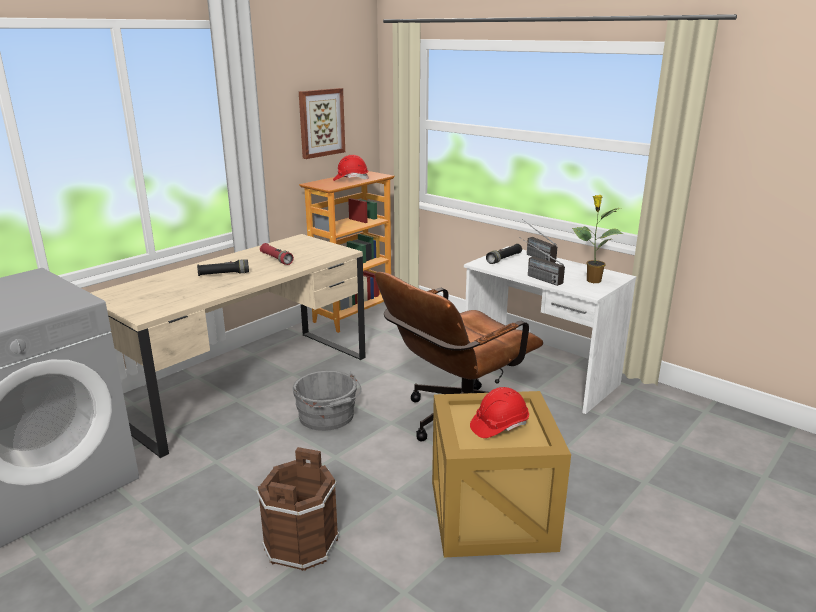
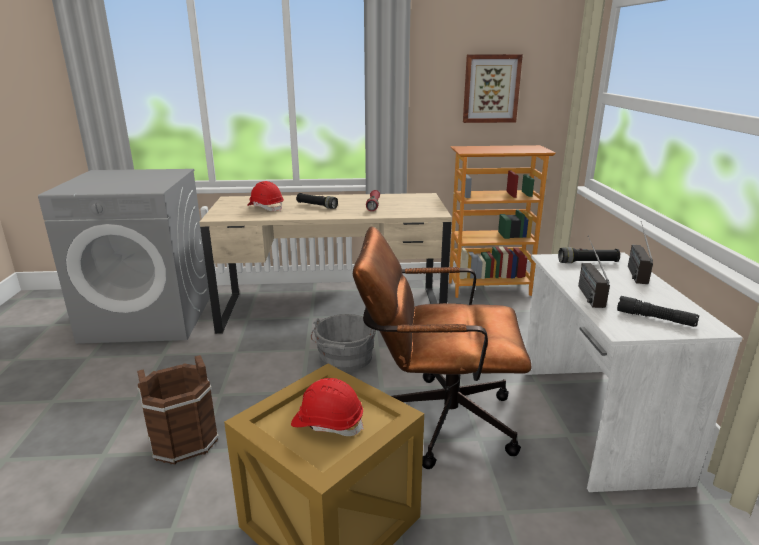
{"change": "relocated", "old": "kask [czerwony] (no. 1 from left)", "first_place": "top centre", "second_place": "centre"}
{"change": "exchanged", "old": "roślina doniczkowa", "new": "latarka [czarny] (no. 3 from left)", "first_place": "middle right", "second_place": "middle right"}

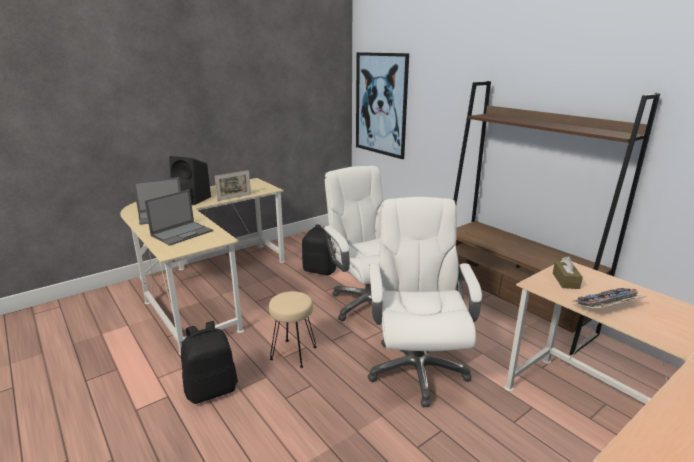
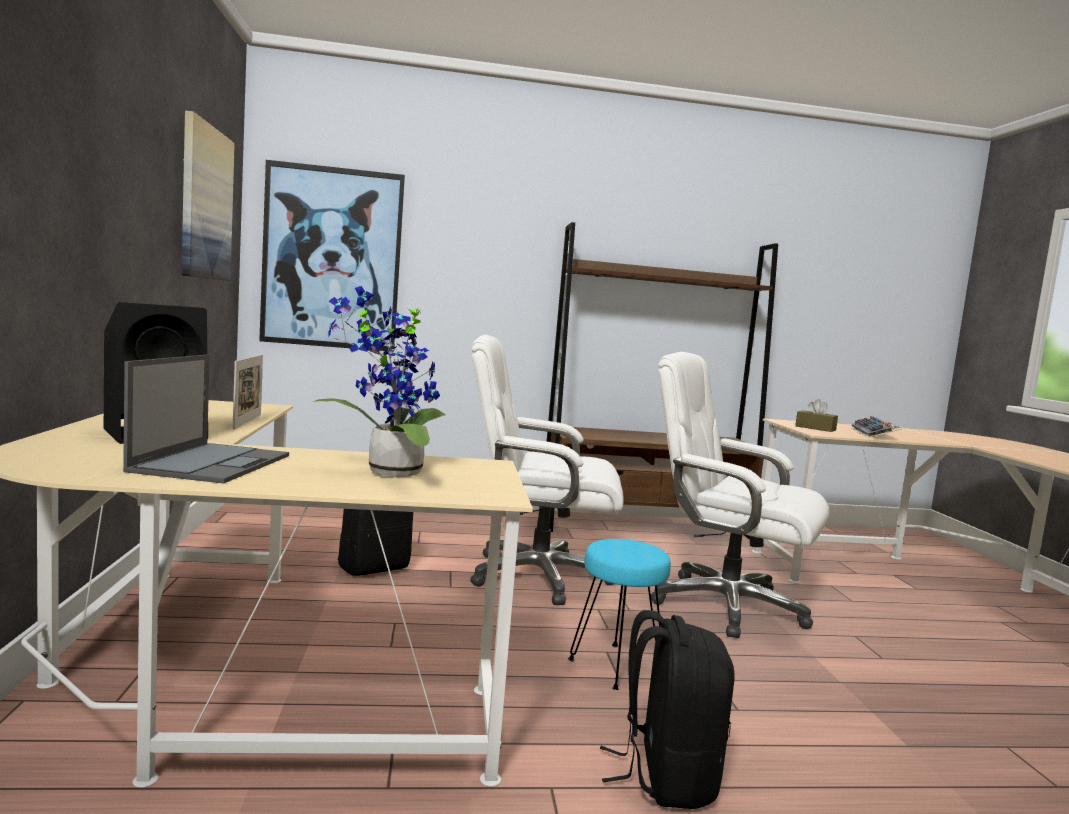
{"change": "appeared", "new": "obraz (no. 1 from left)", "second_place": "top left"}
{"change": "exchanged", "old": "laptop (no. 2 from left)", "new": "roślina doniczkowa", "first_place": "middle left", "second_place": "centre"}
{"change": "colour", "old": "stołek [beżowy]", "new": "stołek [turkusowy]", "first_place": "bottom centre", "second_place": "bottom centre"}

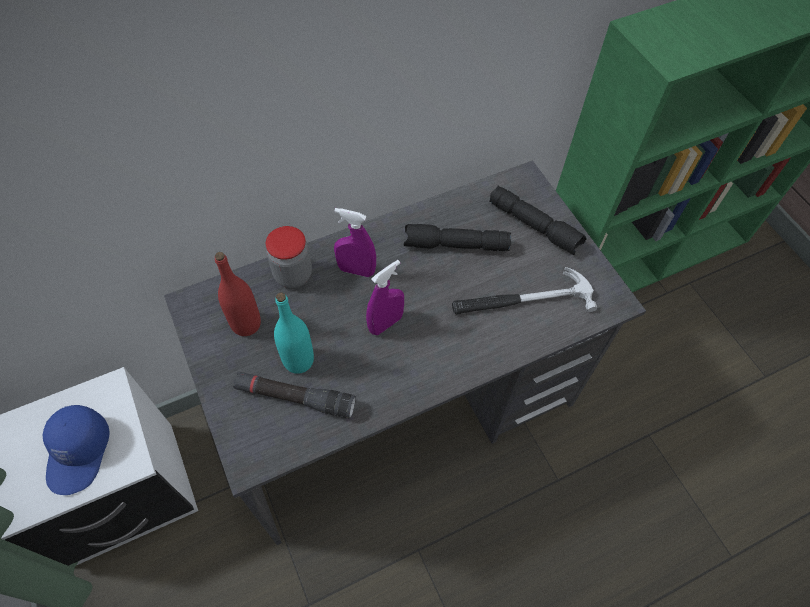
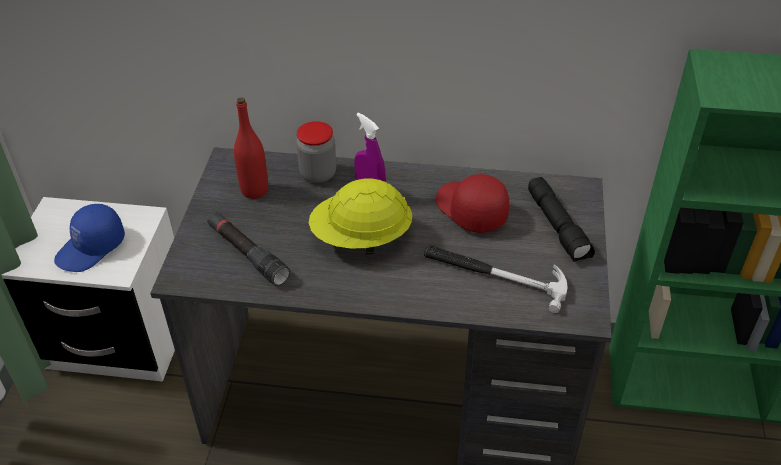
{"change": "missing", "old": "butelka [turkusowy]", "first_place": "centre"}
{"change": "exchanged", "old": "spryskiwacz [fioletowy] (no. 2 from left)", "new": "kask [żółty]", "first_place": "centre", "second_place": "centre"}
{"change": "exchanged", "old": "latarka [czarny] (no. 2 from left)", "new": "czapka z daszkiem [czerwony]", "first_place": "centre", "second_place": "centre"}

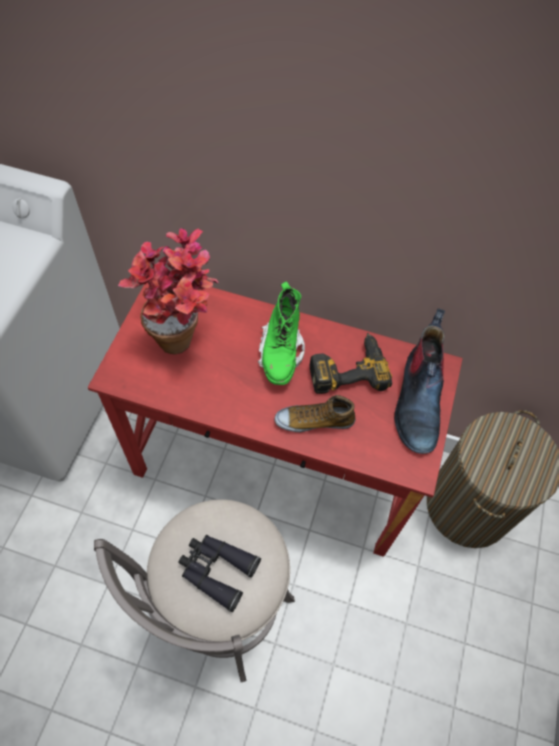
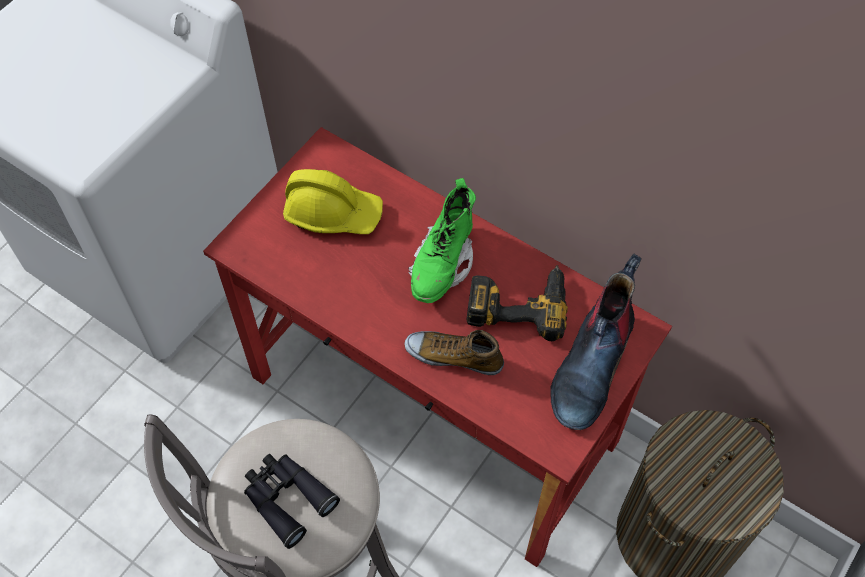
{"change": "exchanged", "old": "roślina doniczkowa", "new": "kask [żółty]", "first_place": "middle left", "second_place": "centre"}

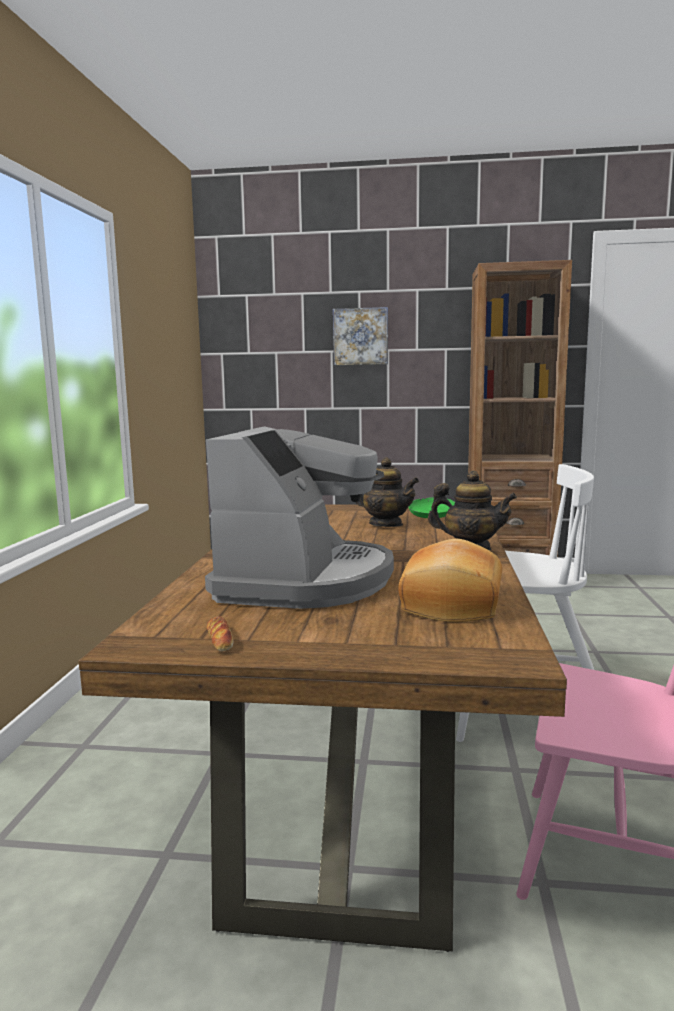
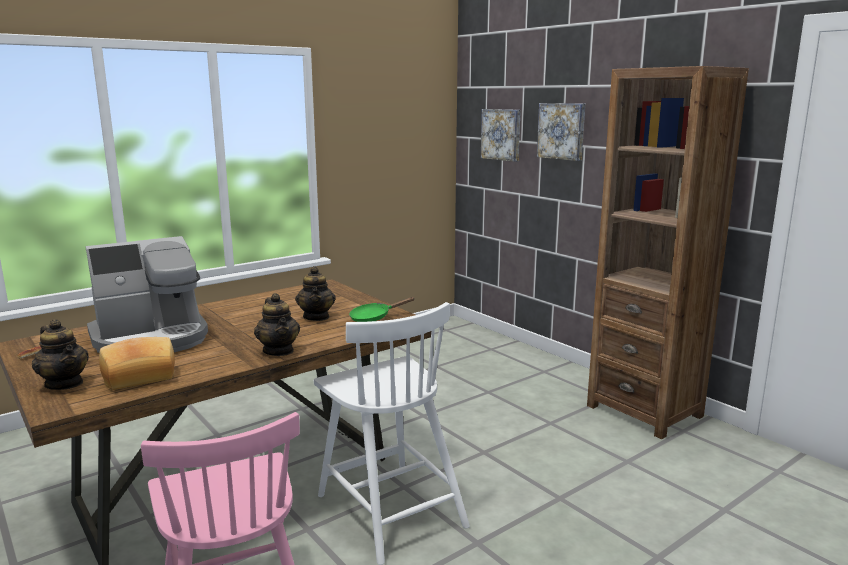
{"change": "appeared", "new": "imbryk (no. 1 from left)", "second_place": "middle left"}
{"change": "appeared", "new": "obraz (no. 1 from left)", "second_place": "top centre"}

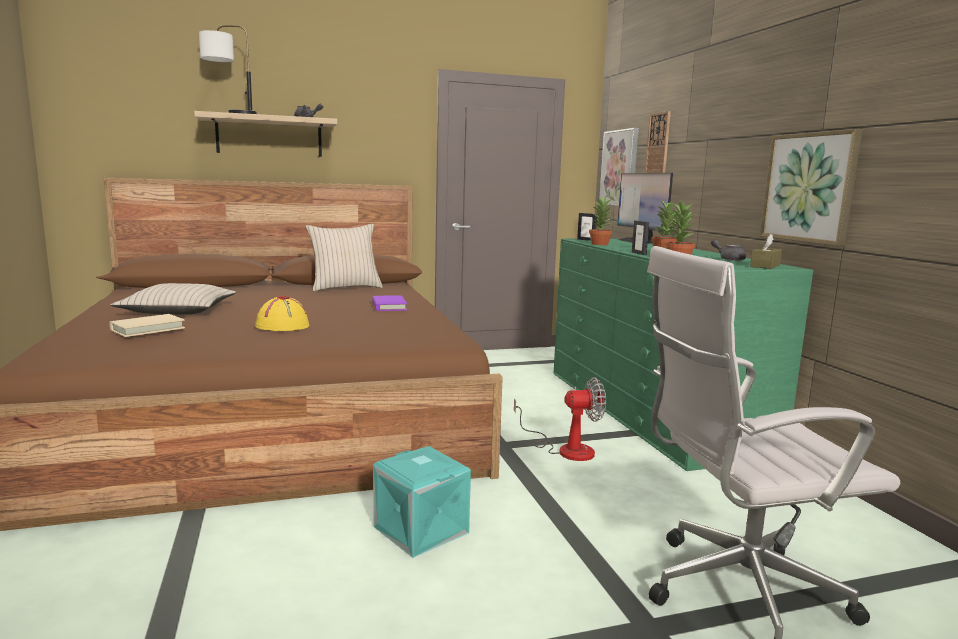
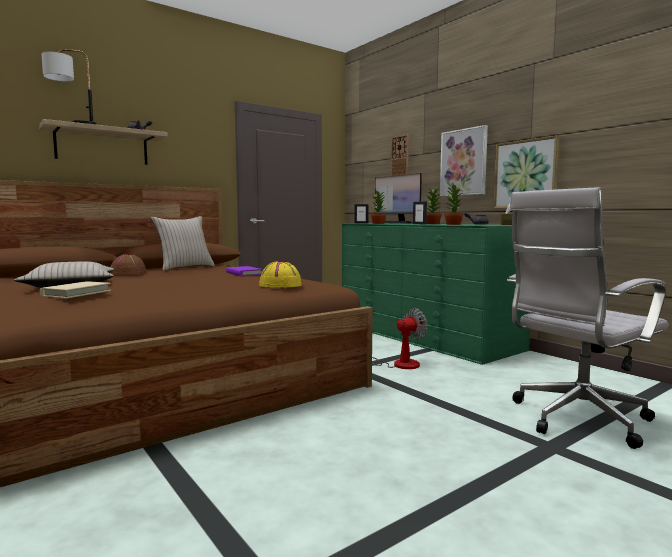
{"change": "missing", "old": "pojemnik do przechowywania [turkusowy]", "first_place": "bottom centre"}
{"change": "appeared", "new": "kapelusz [brązowy]", "second_place": "middle left"}
{"change": "relocated", "old": "kapelusz [żółty]", "first_place": "middle left", "second_place": "centre"}
{"change": "relocated", "old": "obraz (no. 1 from left)", "first_place": "top centre", "second_place": "top right"}

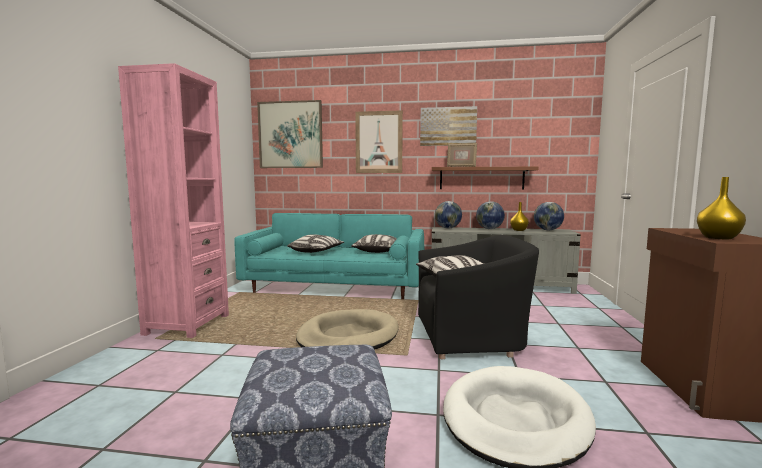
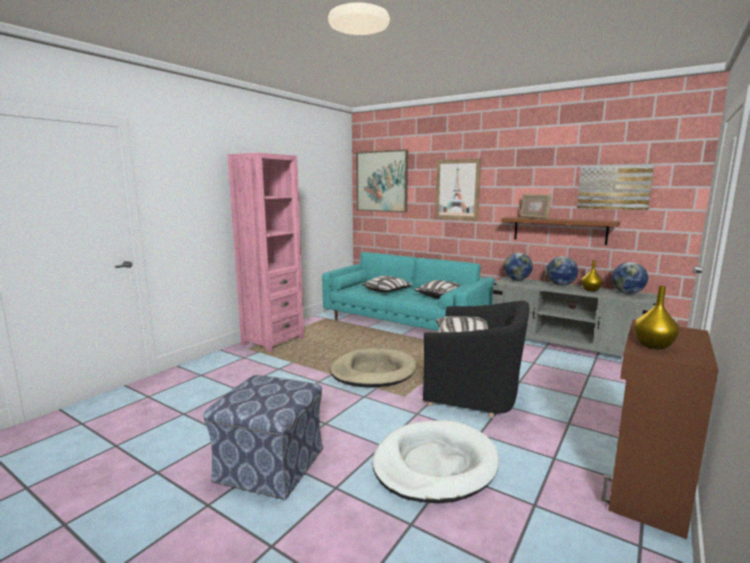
{"change": "relocated", "old": "obraz (no. 3 from left)", "first_place": "top centre", "second_place": "top right"}

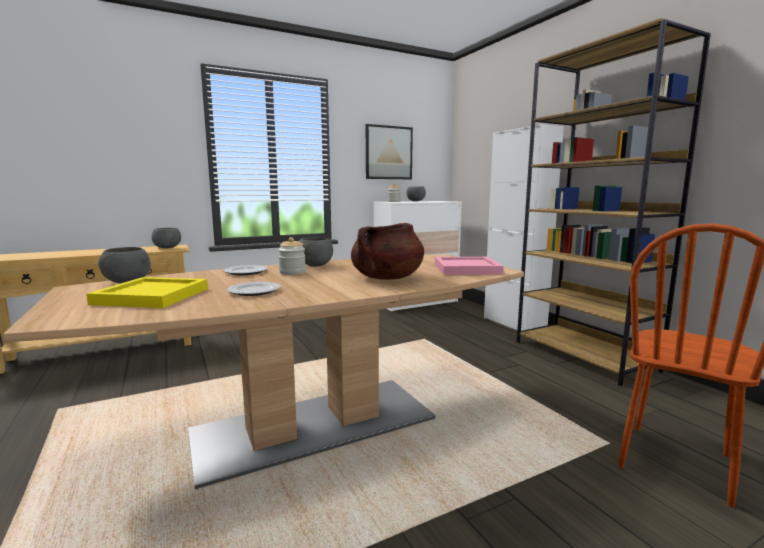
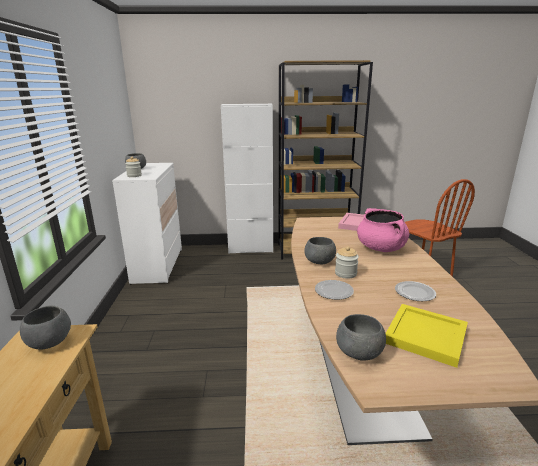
{"change": "missing", "old": "obraz", "first_place": "top centre"}
{"change": "colour", "old": "garnek [brązowy]", "new": "garnek [różowy]", "first_place": "centre", "second_place": "middle right"}

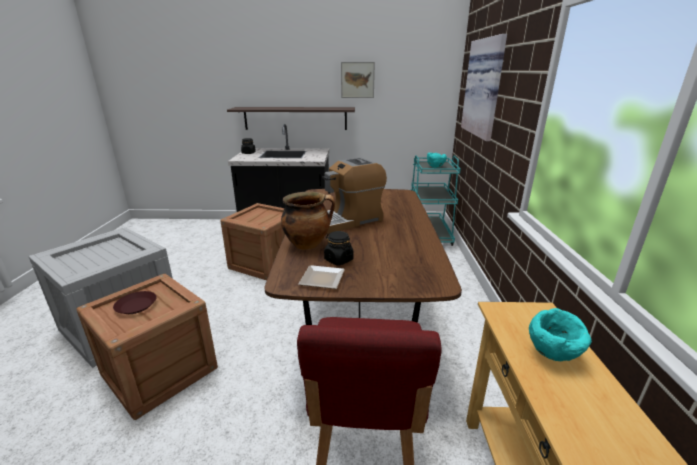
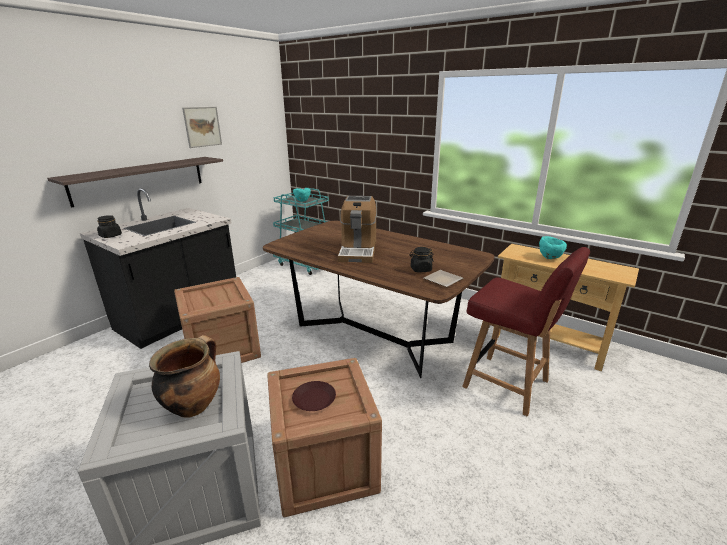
{"change": "missing", "old": "obraz (no. 2 from left)", "first_place": "top right"}
{"change": "relocated", "old": "garnek", "first_place": "centre", "second_place": "bottom left"}

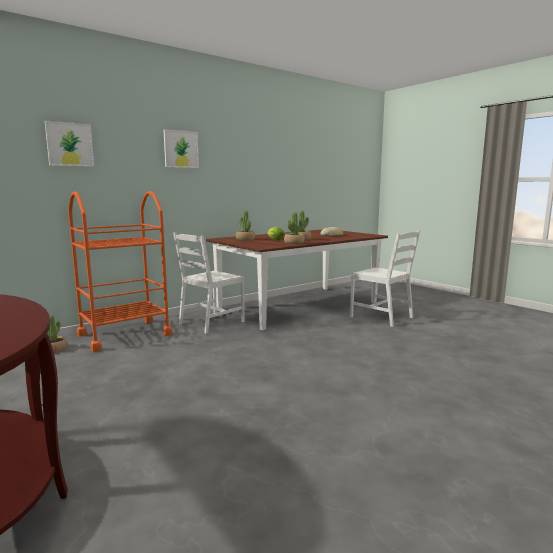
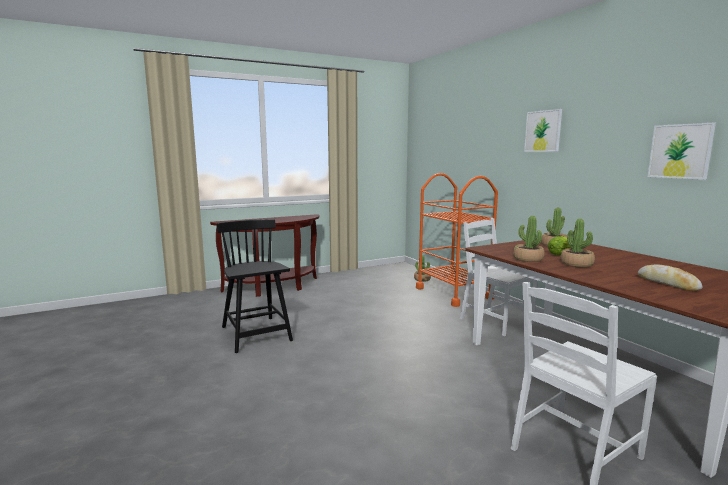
{"change": "appeared", "new": "krzesło [czarny]", "second_place": "centre"}
{"change": "relocated", "old": "obraz (no. 1 from left in the first image)", "new": "obraz (no. 2 from left)", "first_place": "top left", "second_place": "top right"}

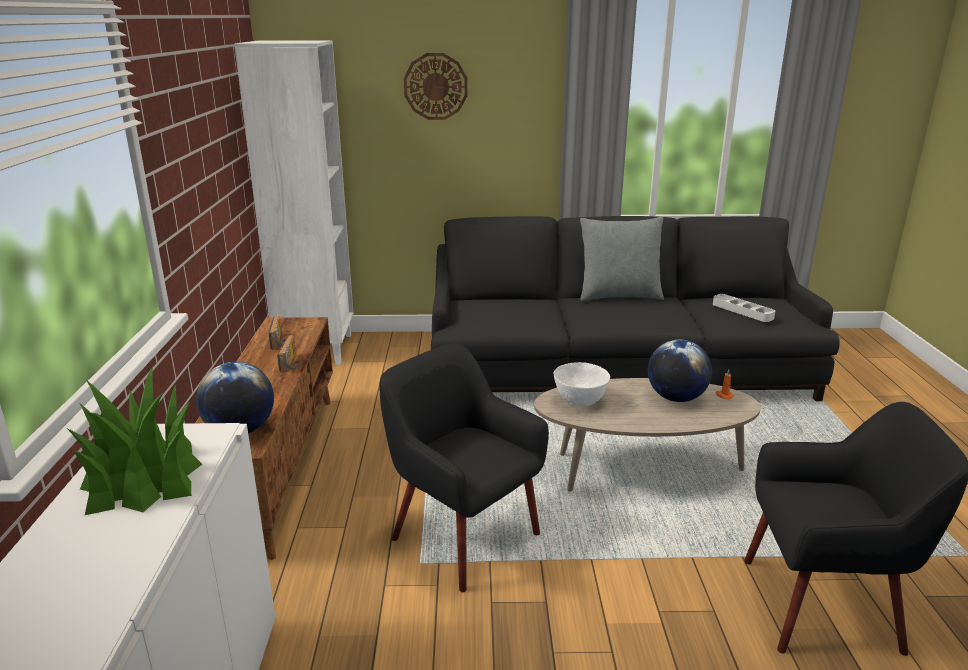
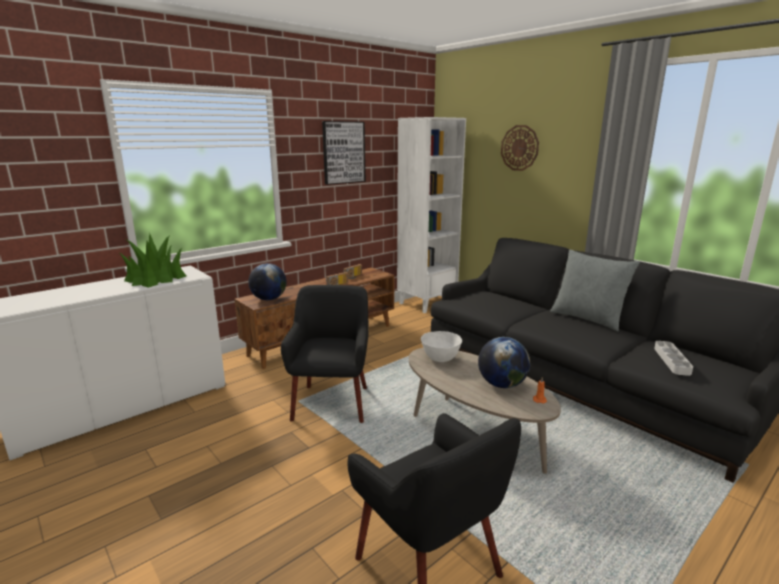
{"change": "appeared", "new": "obraz", "second_place": "top centre"}

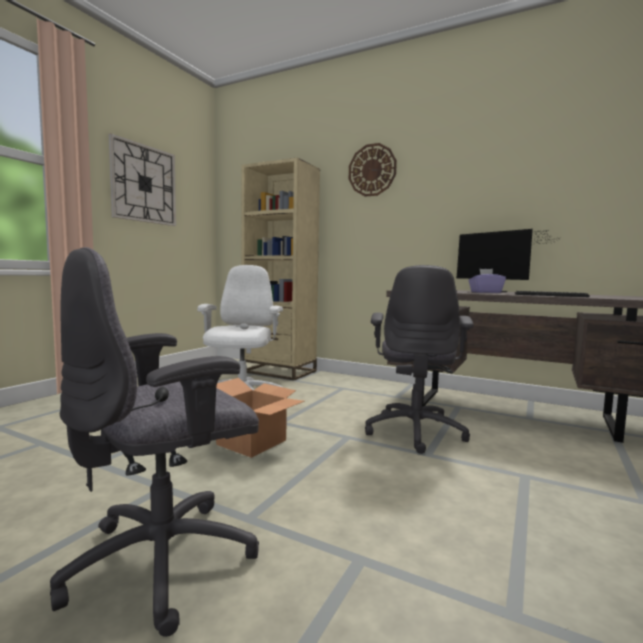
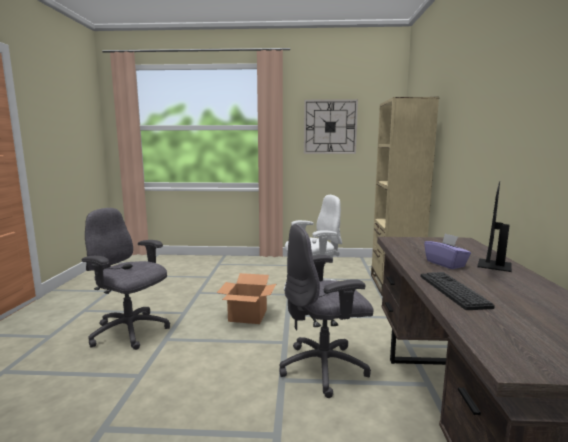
{"change": "missing", "old": "zegar ścienny (no. 2 from left)", "first_place": "top centre"}

